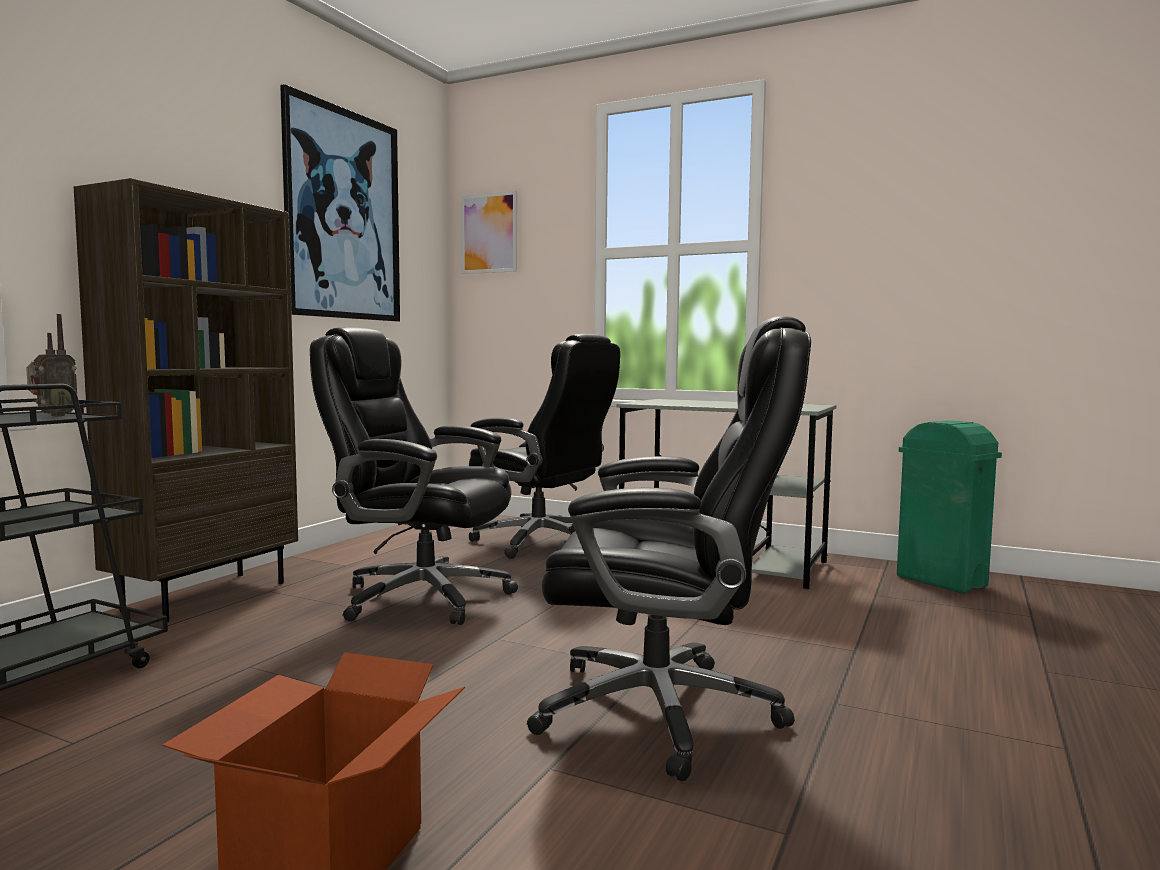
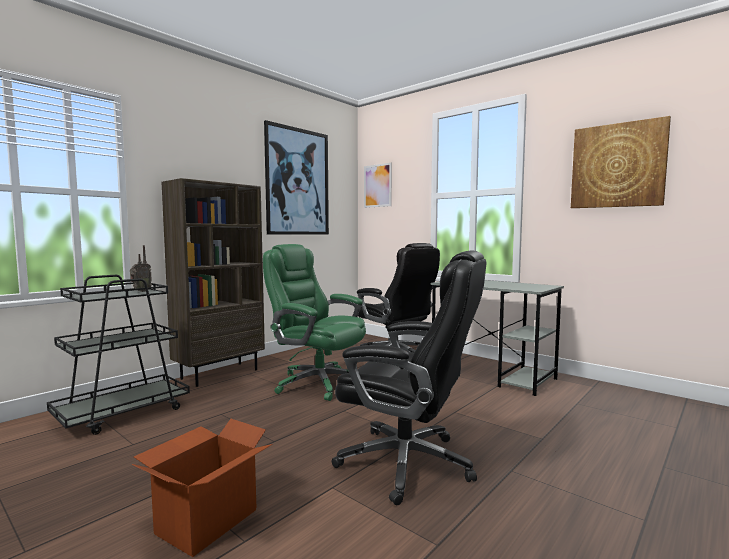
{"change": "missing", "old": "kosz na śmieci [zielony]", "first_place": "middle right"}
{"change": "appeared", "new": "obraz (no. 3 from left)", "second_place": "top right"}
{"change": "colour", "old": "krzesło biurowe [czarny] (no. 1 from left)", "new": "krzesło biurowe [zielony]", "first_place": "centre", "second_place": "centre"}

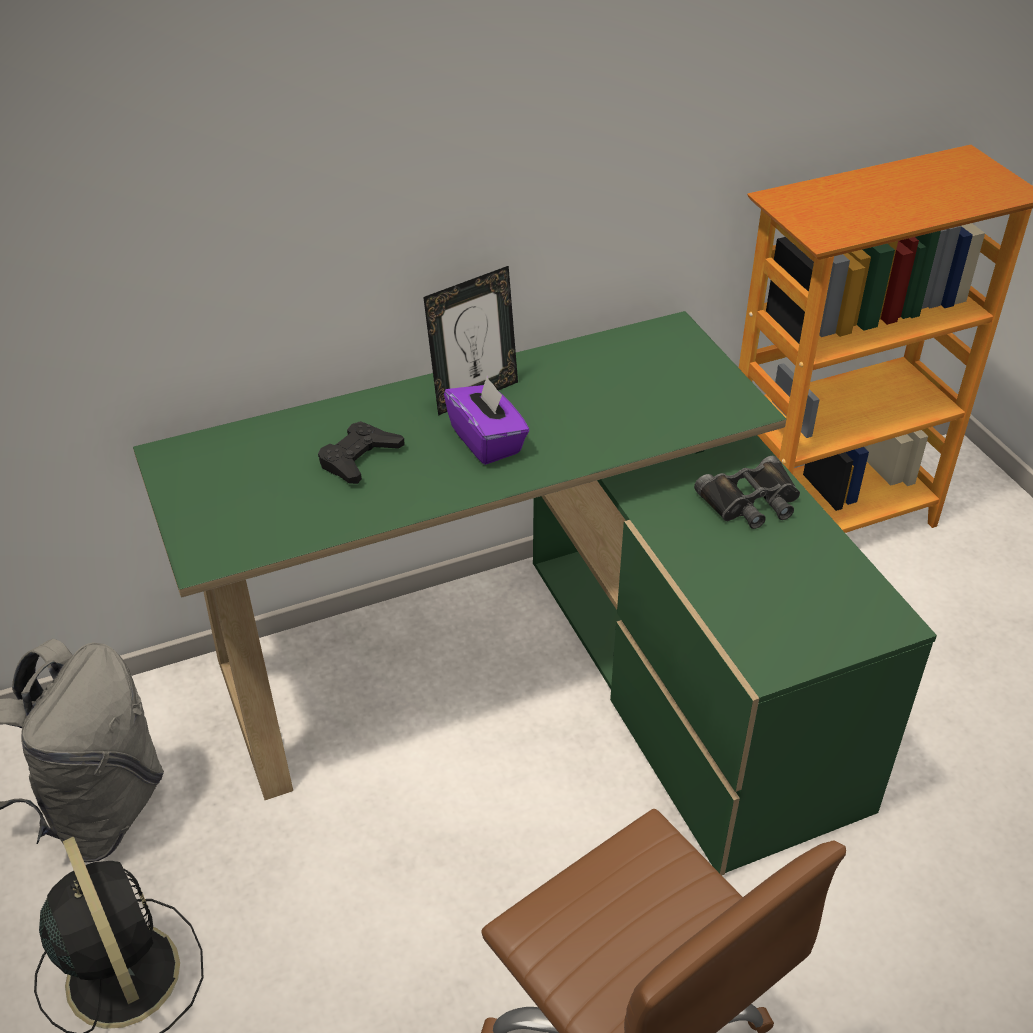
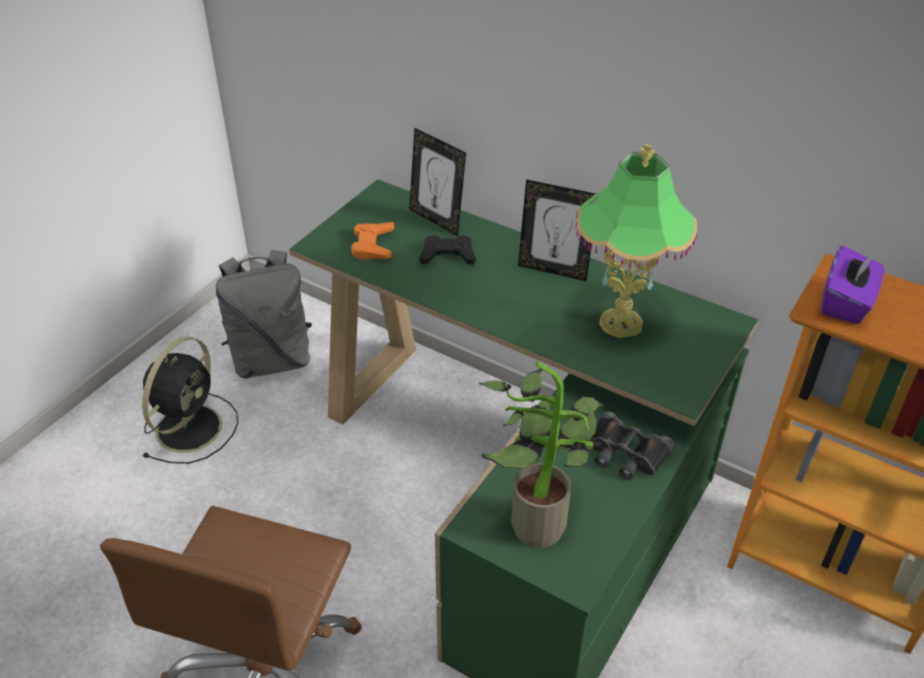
{"change": "appeared", "new": "pad do gier [pomarańczowy]", "second_place": "centre"}
{"change": "appeared", "new": "ramka na zdjęcie (no. 1 from left)", "second_place": "top centre"}
{"change": "appeared", "new": "roślina doniczkowa", "second_place": "bottom centre"}
{"change": "appeared", "new": "lampa stołowa", "second_place": "middle right"}
{"change": "relocated", "old": "pudełko chusteczek [fioletowy]", "first_place": "centre", "second_place": "middle right"}

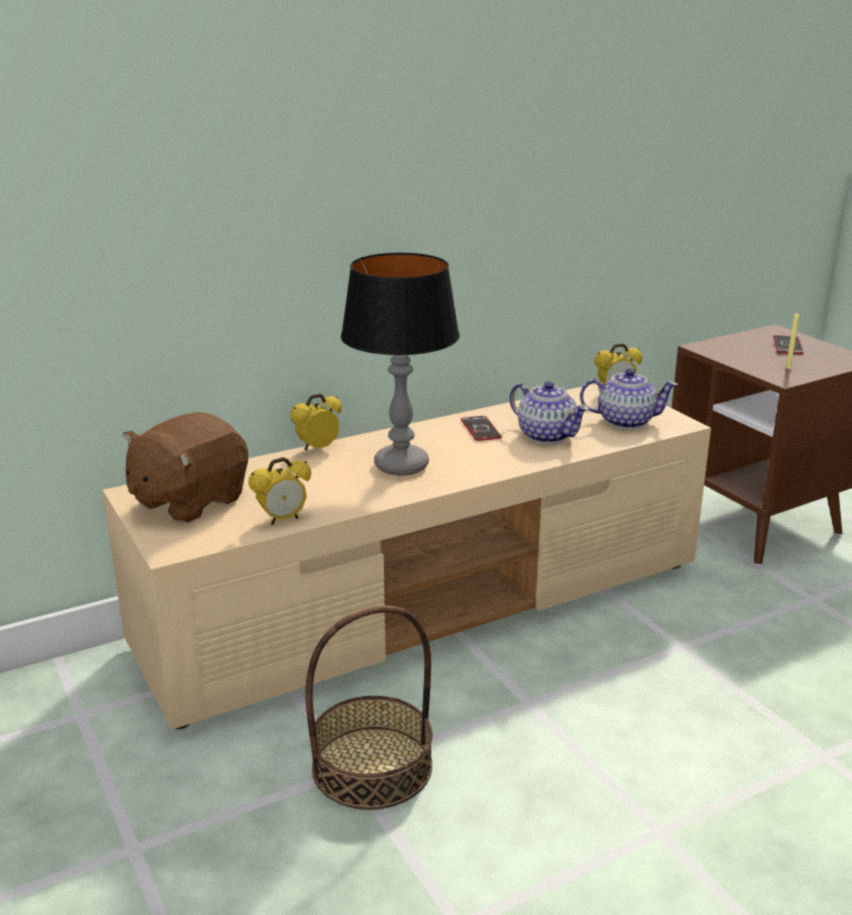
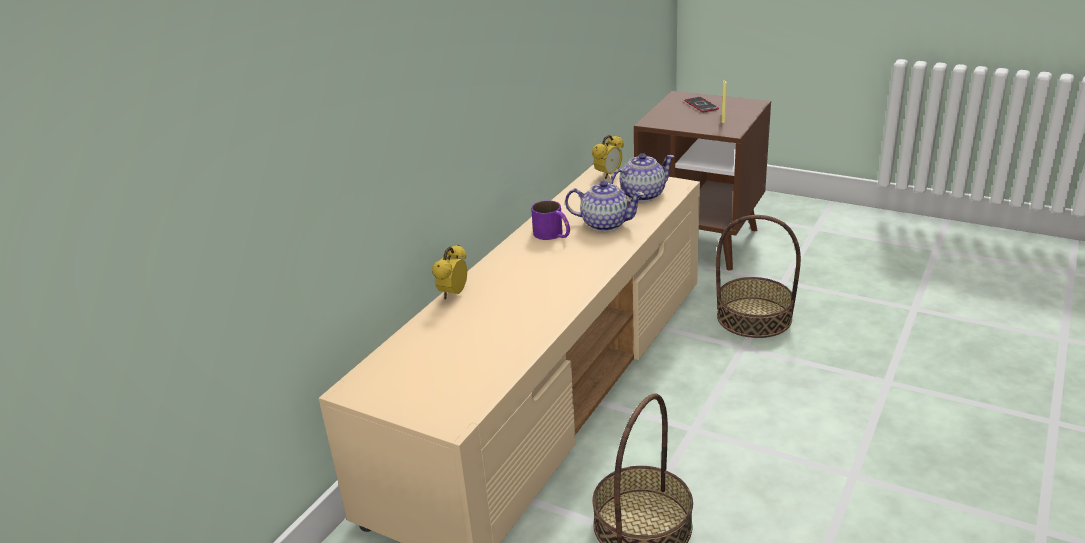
{"change": "missing", "old": "pluszak [brązowy]", "first_place": "middle left"}
{"change": "missing", "old": "budzik (no. 1 from left)", "first_place": "middle left"}
{"change": "missing", "old": "lampa stołowa", "first_place": "centre"}
{"change": "appeared", "new": "koszyk (no. 2 from left)", "second_place": "middle right"}
{"change": "exchanged", "old": "telefon (no. 1 from left)", "new": "kubek [fioletowy]", "first_place": "centre", "second_place": "centre"}

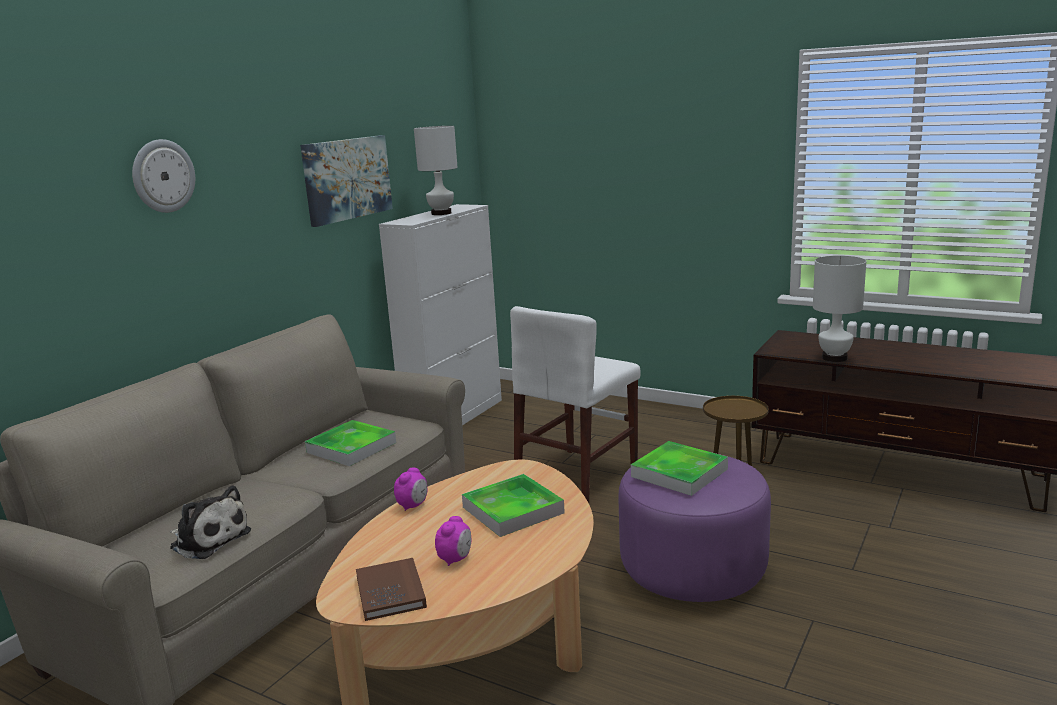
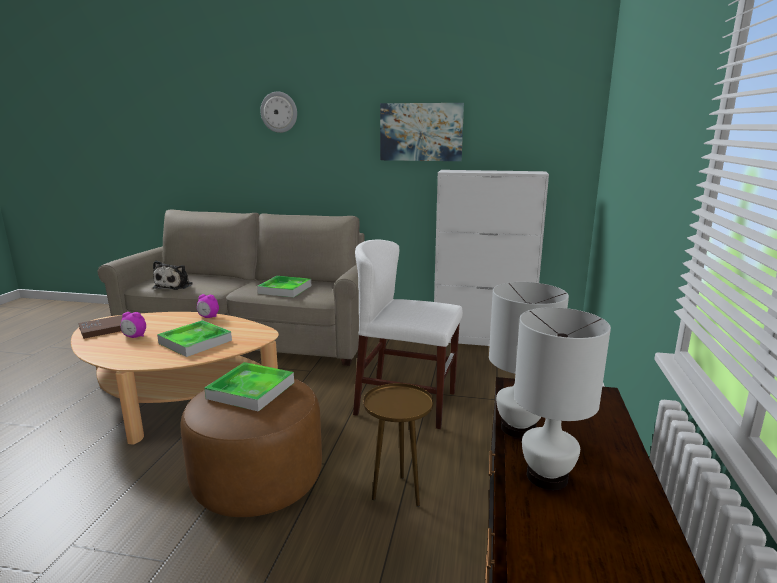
{"change": "relocated", "old": "lampa stołowa [biały] (no. 1 from left in the first image)", "new": "lampa stołowa [biały] (no. 2 from left)", "first_place": "top centre", "second_place": "bottom right"}
{"change": "colour", "old": "pufa [fioletowy]", "new": "pufa [brązowy]", "first_place": "bottom centre", "second_place": "bottom left"}

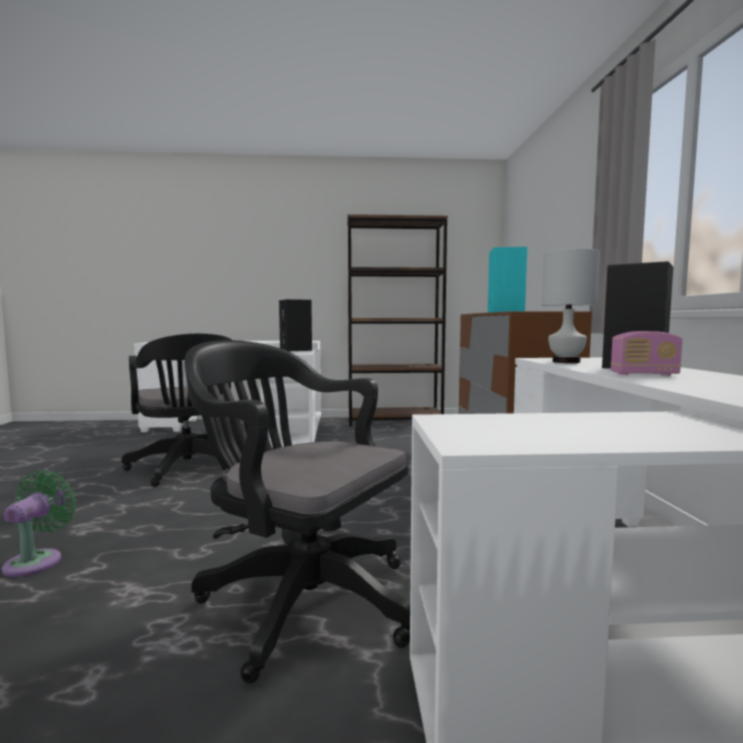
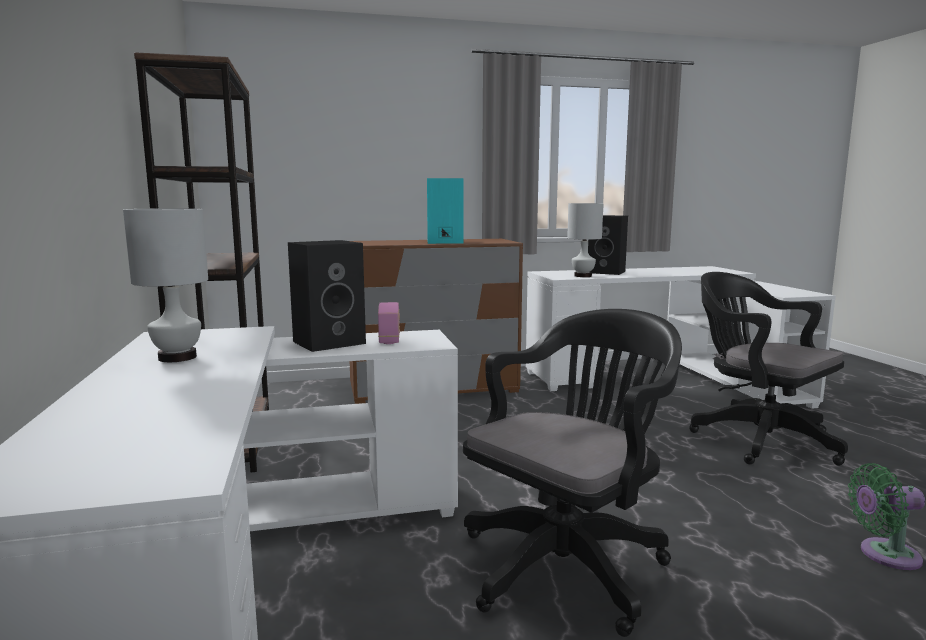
{"change": "appeared", "new": "lampa stołowa [biały] (no. 1 from left)", "second_place": "middle left"}
{"change": "relocated", "old": "radio", "first_place": "middle right", "second_place": "centre"}
{"change": "spun", "old": "krzesło biurowe [czarny] (no. 2 from left)", "first_place": "bottom centre", "second_place": "middle right", "degrees": 120}

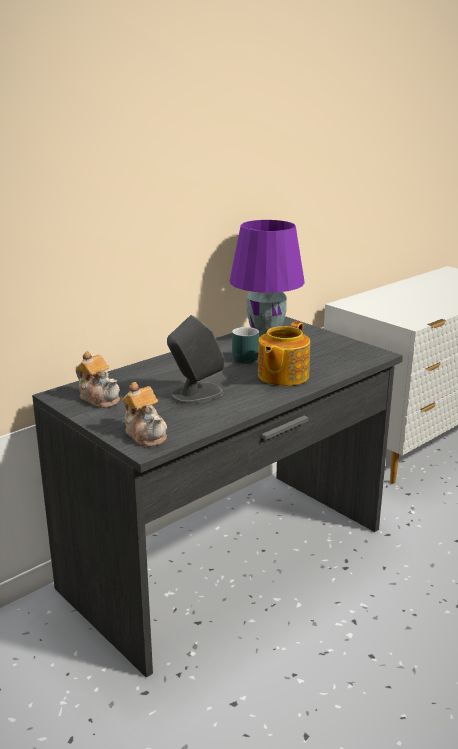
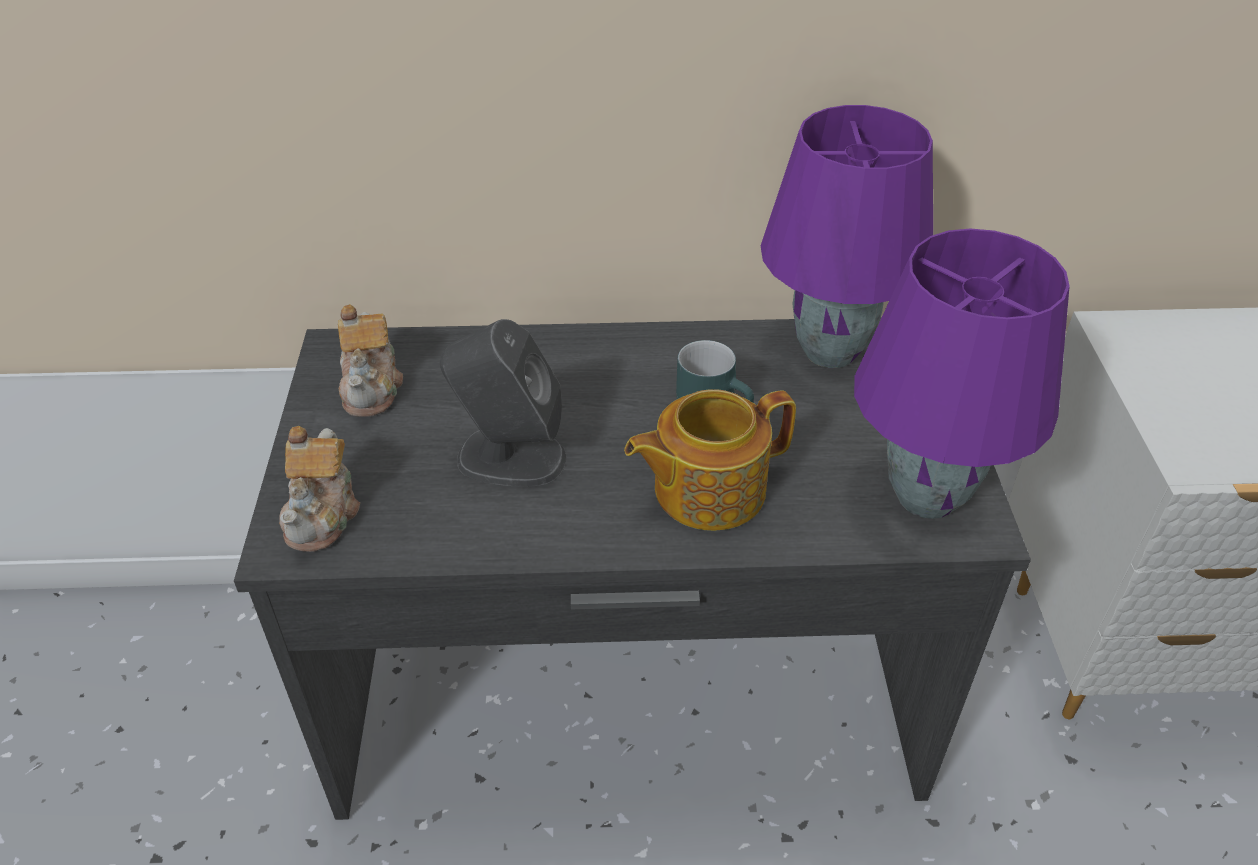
{"change": "appeared", "new": "lampa stołowa [fioletowy] (no. 2 from left)", "second_place": "middle right"}

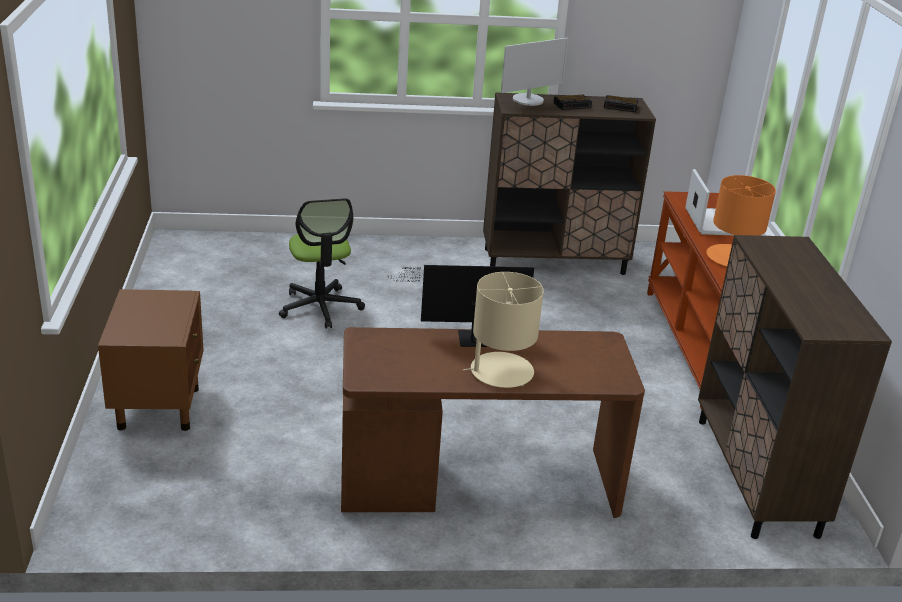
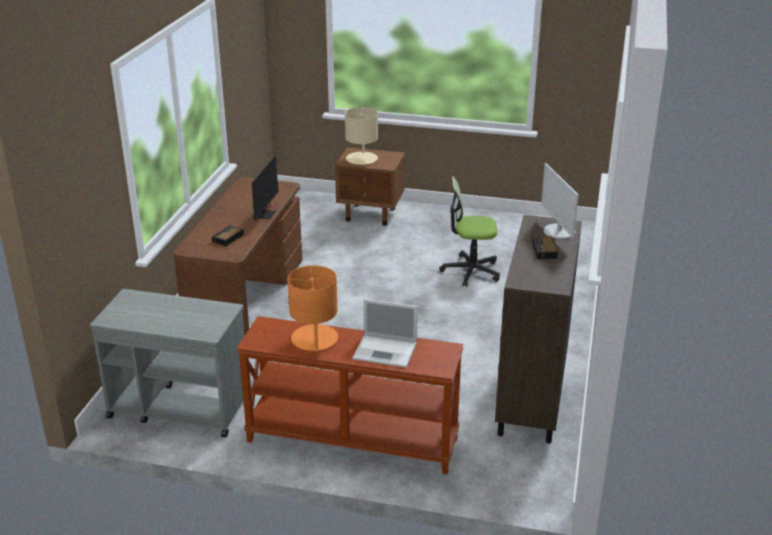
{"change": "relocated", "old": "lampa stołowa [beżowy]", "first_place": "centre", "second_place": "top centre"}
{"change": "relocated", "old": "budzik (no. 2 from left in the first image)", "new": "budzik (no. 1 from left)", "first_place": "top right", "second_place": "middle left"}
{"change": "exchanged", "old": "szafka [brązowy] (no. 2 from left)", "new": "wózek [szary]", "first_place": "middle right", "second_place": "bottom left"}

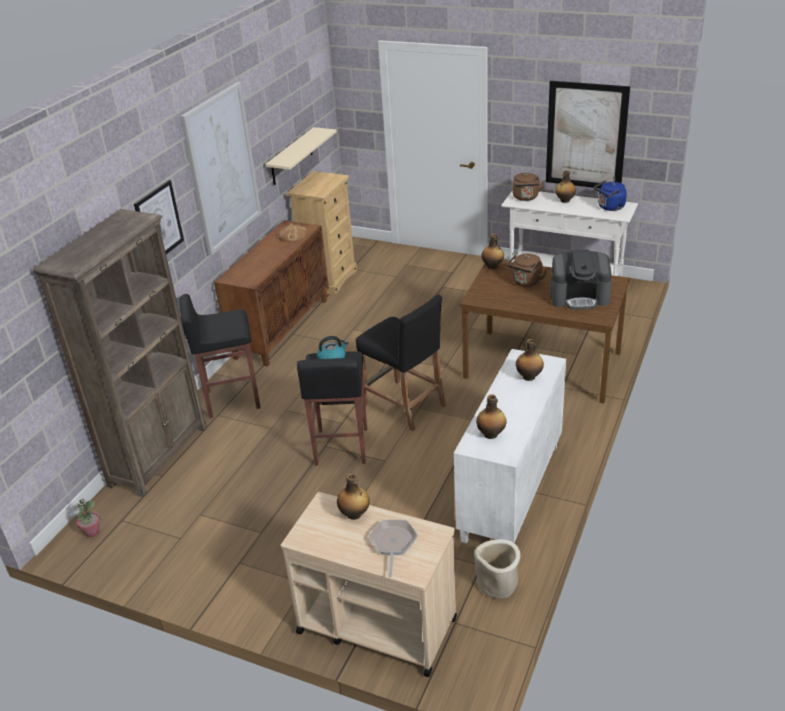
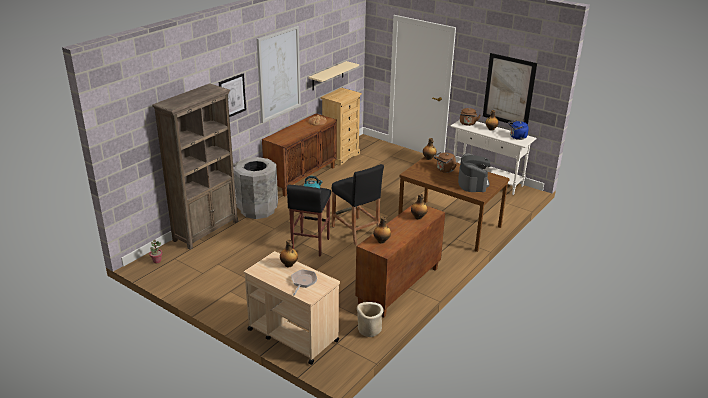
{"change": "exchanged", "old": "stołek [czarny] (no. 1 from left)", "new": "kosz na śmieci [szary]", "first_place": "middle left", "second_place": "centre"}
{"change": "colour", "old": "szafka [biały]", "new": "szafka [brązowy] (no. 2 from left)", "first_place": "centre", "second_place": "centre"}
{"change": "spun", "old": "ekspres do kawy", "first_place": "middle right", "second_place": "middle right", "degrees": -105}

